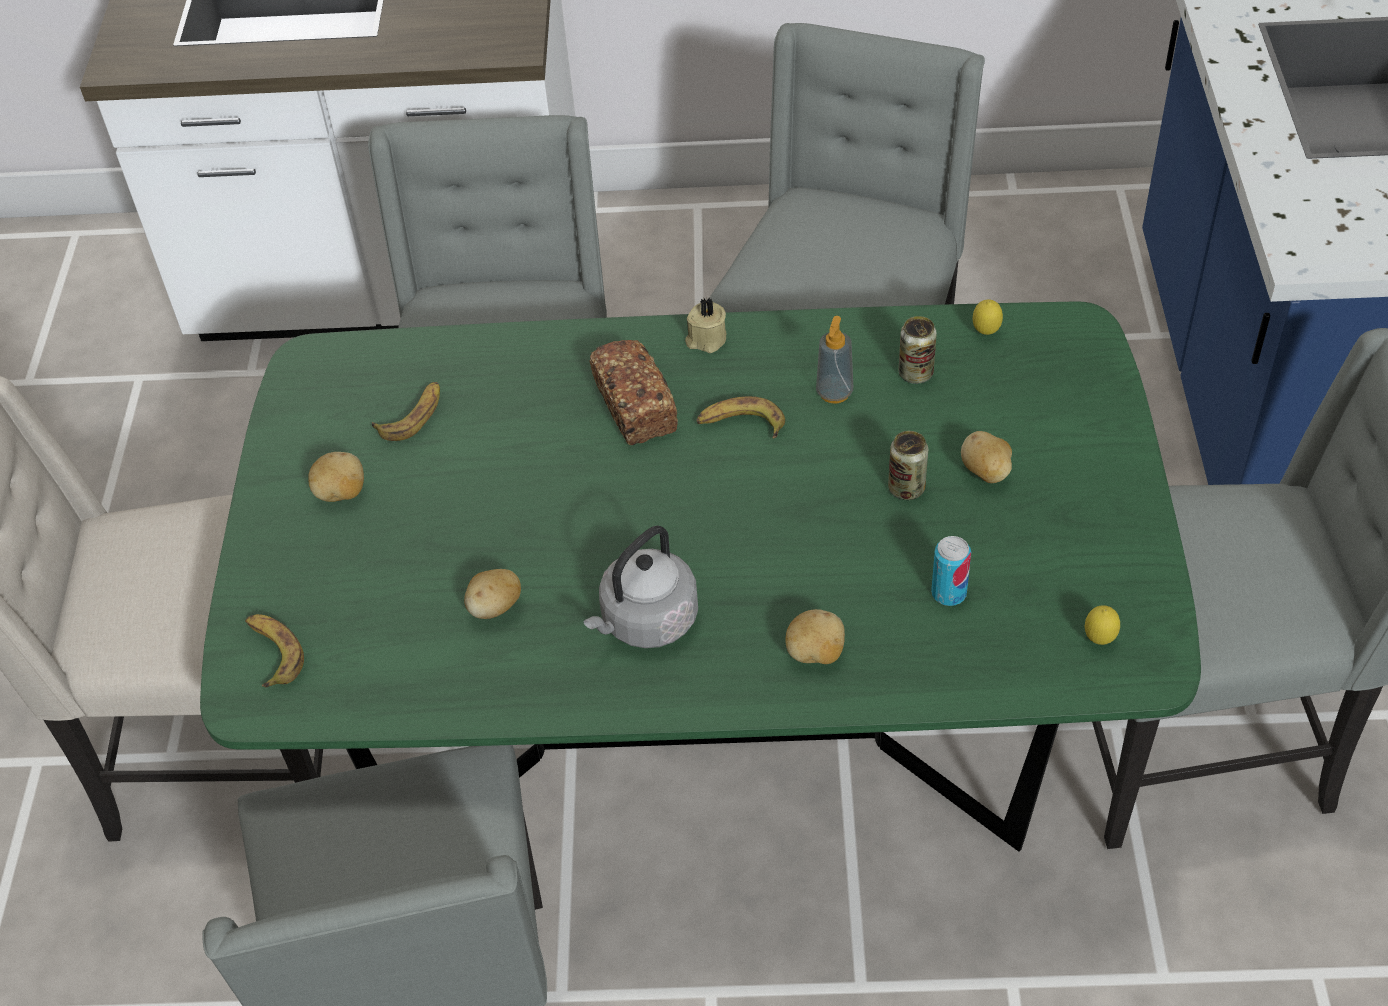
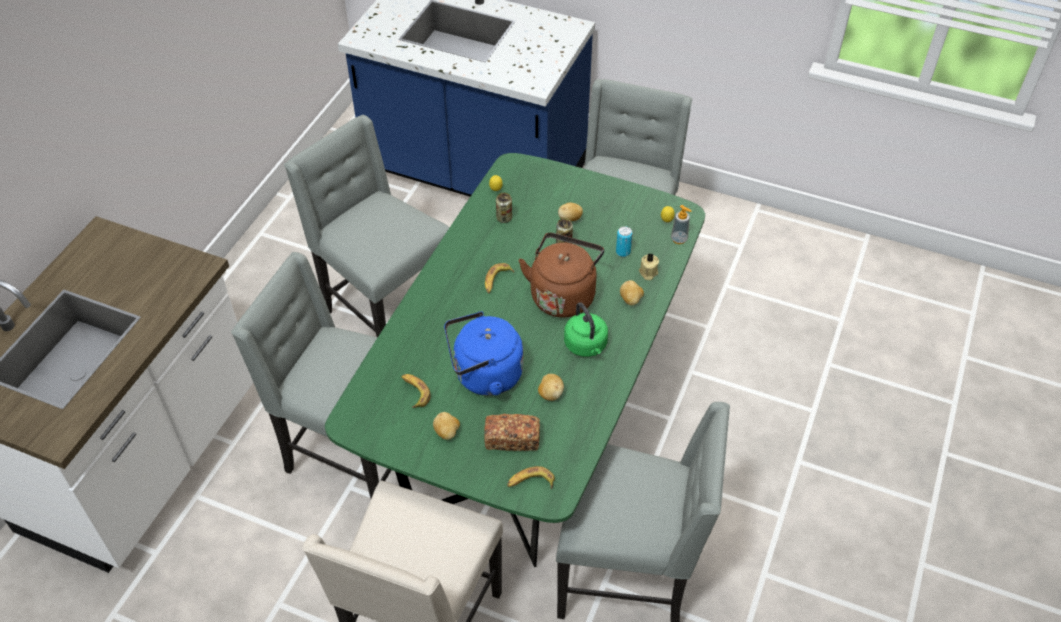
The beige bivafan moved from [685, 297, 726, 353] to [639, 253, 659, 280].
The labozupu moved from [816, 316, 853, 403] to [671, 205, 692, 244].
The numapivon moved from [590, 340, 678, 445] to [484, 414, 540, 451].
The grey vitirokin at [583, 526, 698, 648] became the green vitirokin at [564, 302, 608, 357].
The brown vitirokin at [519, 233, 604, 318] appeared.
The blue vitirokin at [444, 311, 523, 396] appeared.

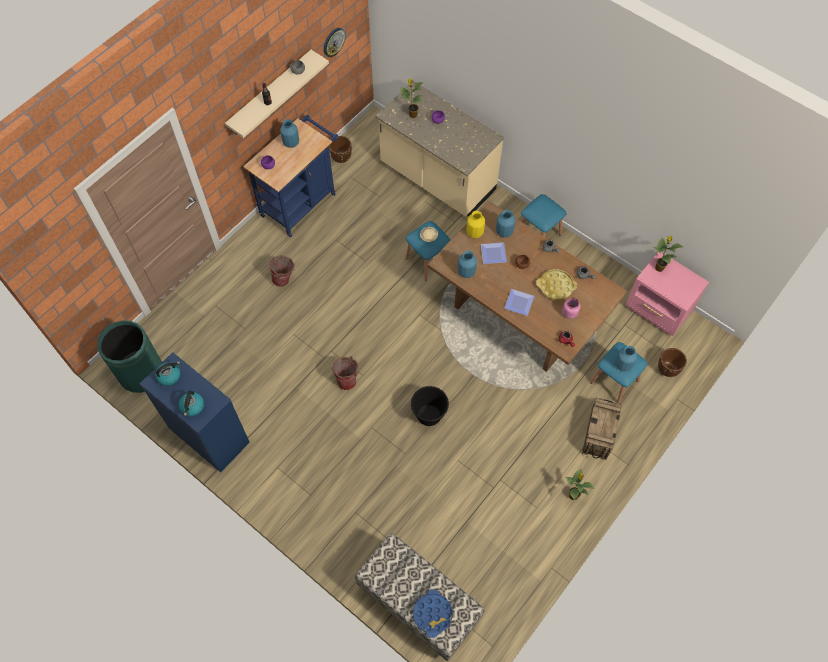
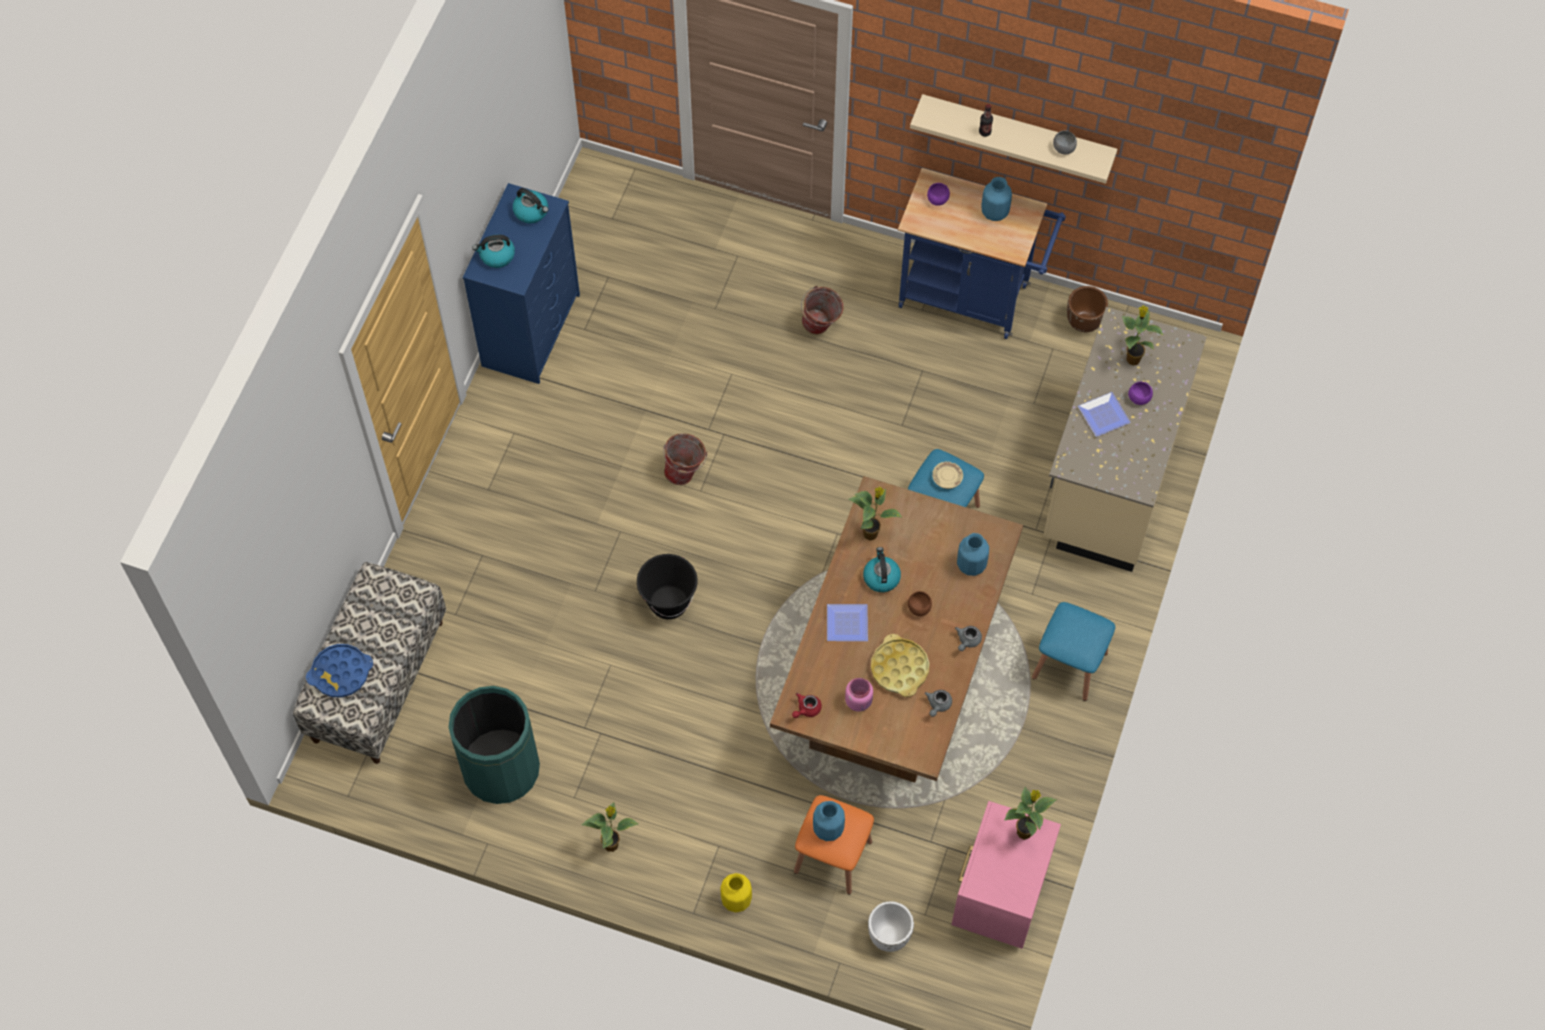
The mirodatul at [324, 28, 346, 57] disappeared.
The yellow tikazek moved from [466, 211, 485, 238] to [720, 873, 752, 912].
The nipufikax moved from [481, 242, 507, 264] to [1078, 392, 1131, 437].
The blue tikazek at [458, 251, 477, 278] was replaced by the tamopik at [848, 487, 903, 541].
The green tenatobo moved from [97, 320, 162, 393] to [448, 686, 540, 804].
The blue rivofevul at [590, 342, 648, 404] became the orange rivofevul at [794, 795, 874, 895].
The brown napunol at [658, 348, 687, 377] became the white napunol at [868, 901, 914, 952].
The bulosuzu at [582, 398, 622, 460] disappeared.
The vitirokin at [863, 547, 901, 592] appeared.

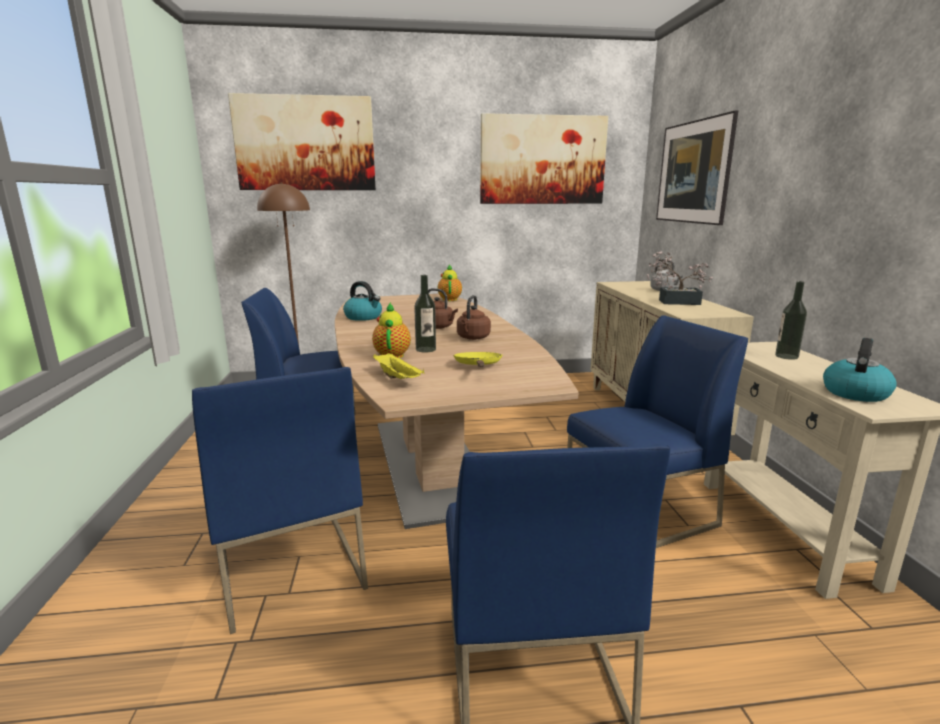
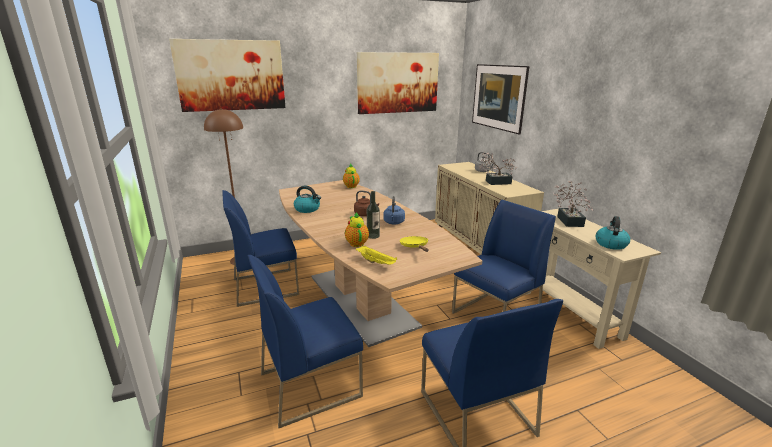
The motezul at [775, 281, 807, 360] was replaced by the tamopik at [553, 181, 593, 227].
The brown vitirokin at [457, 295, 491, 340] became the blue vitirokin at [384, 196, 405, 224].
The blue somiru at [192, 367, 368, 634] turned 105 degrees clockwise.

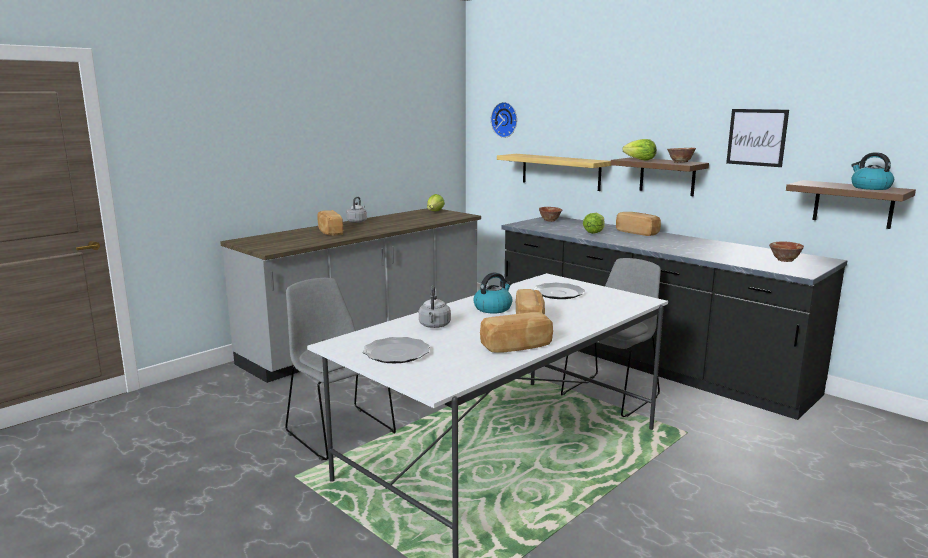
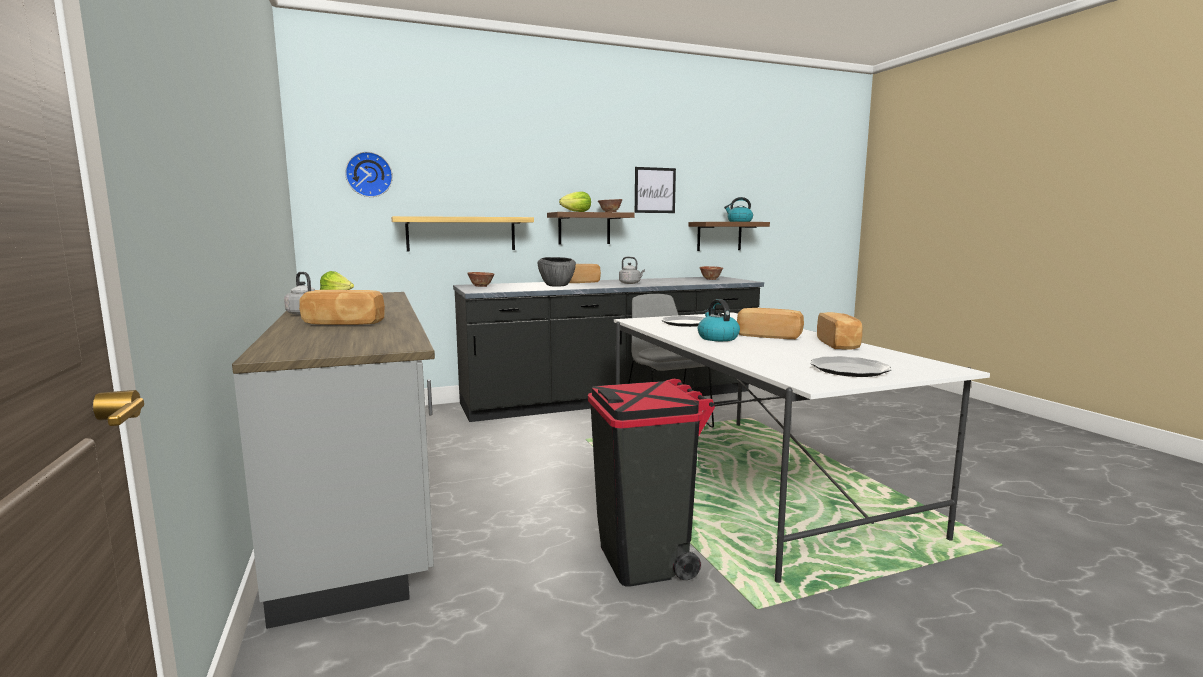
The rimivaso at [583, 213, 605, 234] was replaced by the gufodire at [537, 257, 576, 287].
The grey somiru at [285, 278, 396, 460] was replaced by the black tenatobo at [588, 379, 715, 587].
The grey vitirokin moved from [419, 286, 451, 328] to [619, 257, 645, 284].

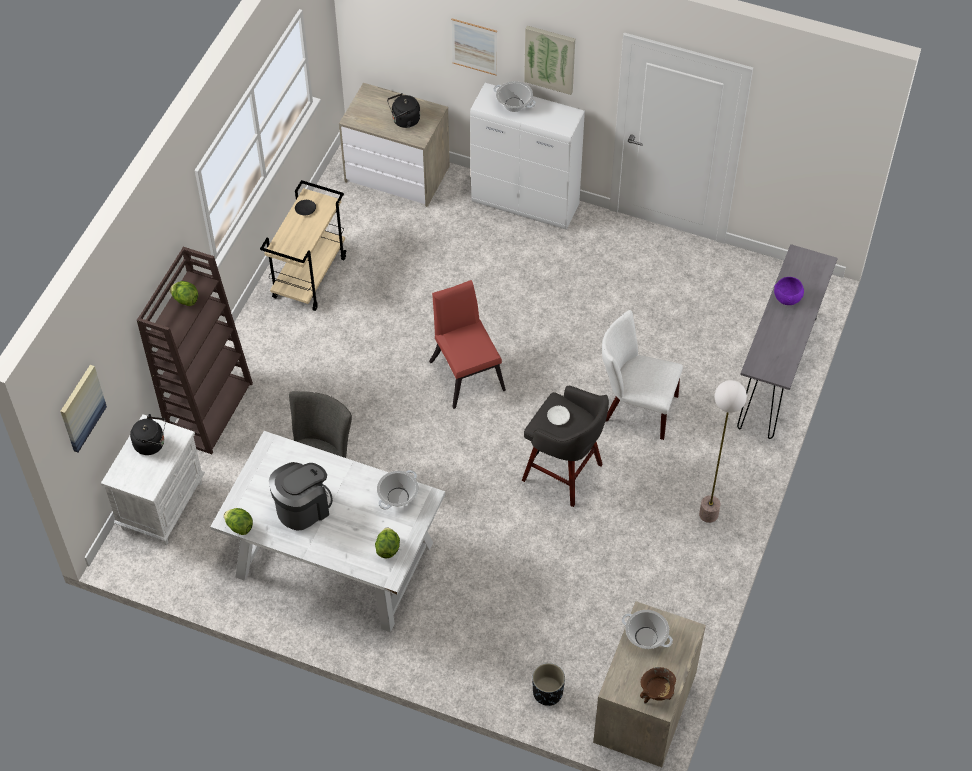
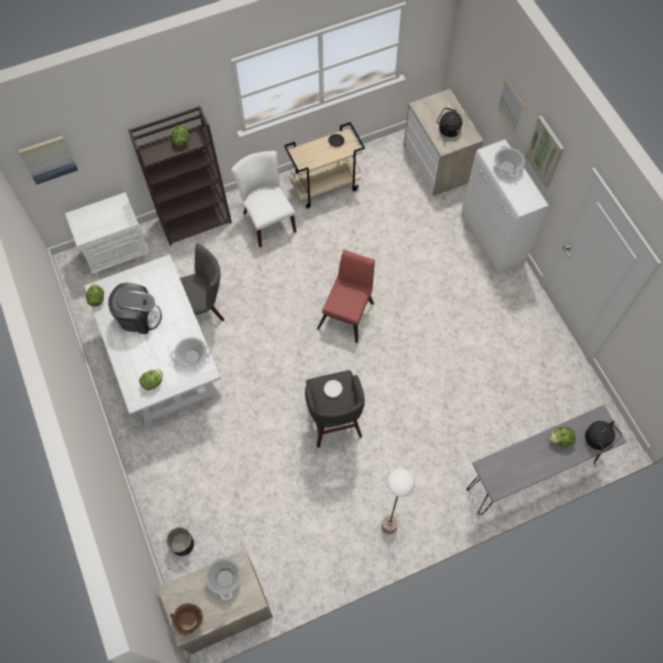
The purple gufodire at [774, 277, 804, 305] was replaced by the rimivaso at [549, 427, 576, 446].
The white somiru moved from [602, 310, 683, 440] to [231, 151, 296, 247].
The black vitirokin moved from [130, 414, 166, 455] to [585, 421, 622, 451].

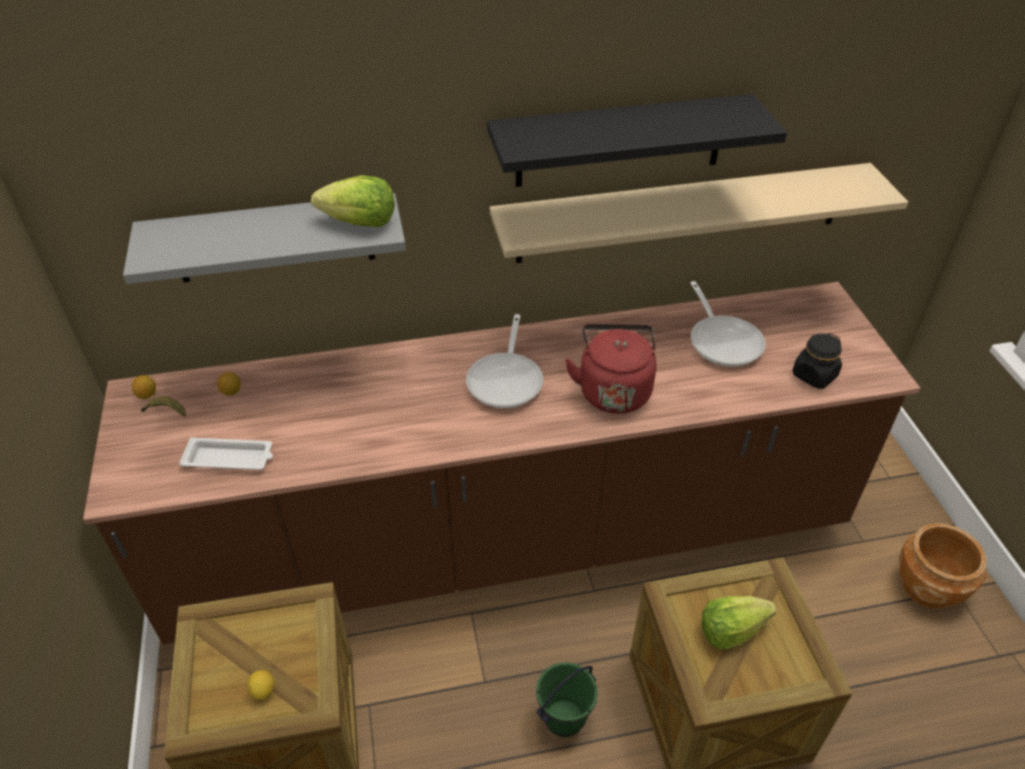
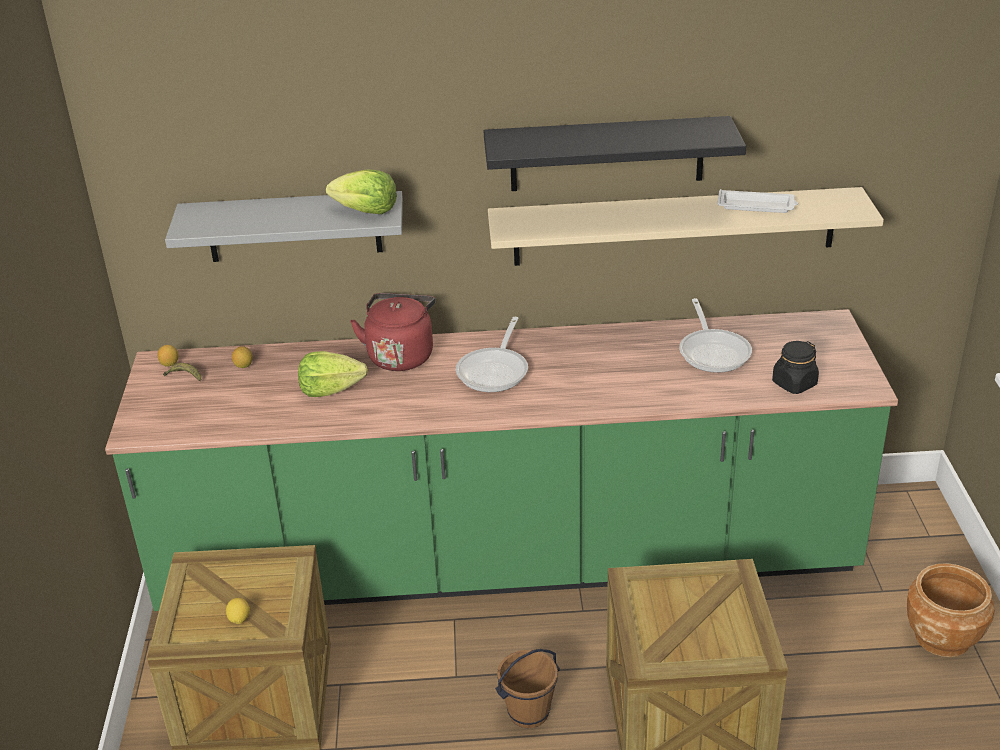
The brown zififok at [83, 282, 920, 645] became the green zififok at [105, 309, 898, 611].
The red vitirokin moved from [565, 324, 657, 414] to [350, 293, 435, 371].
The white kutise moved from [179, 437, 273, 470] to [717, 189, 798, 213].
The rimivaso moved from [702, 596, 776, 649] to [298, 351, 368, 397].
The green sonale at [536, 662, 598, 737] became the brown sonale at [495, 649, 560, 728].

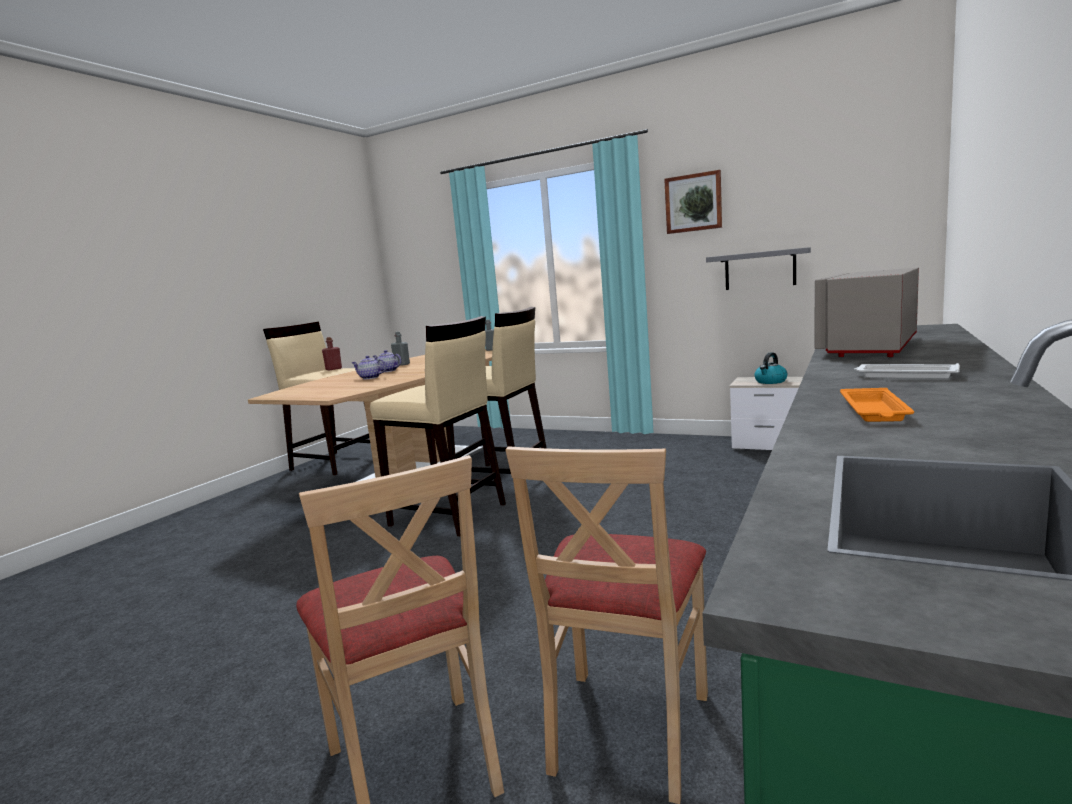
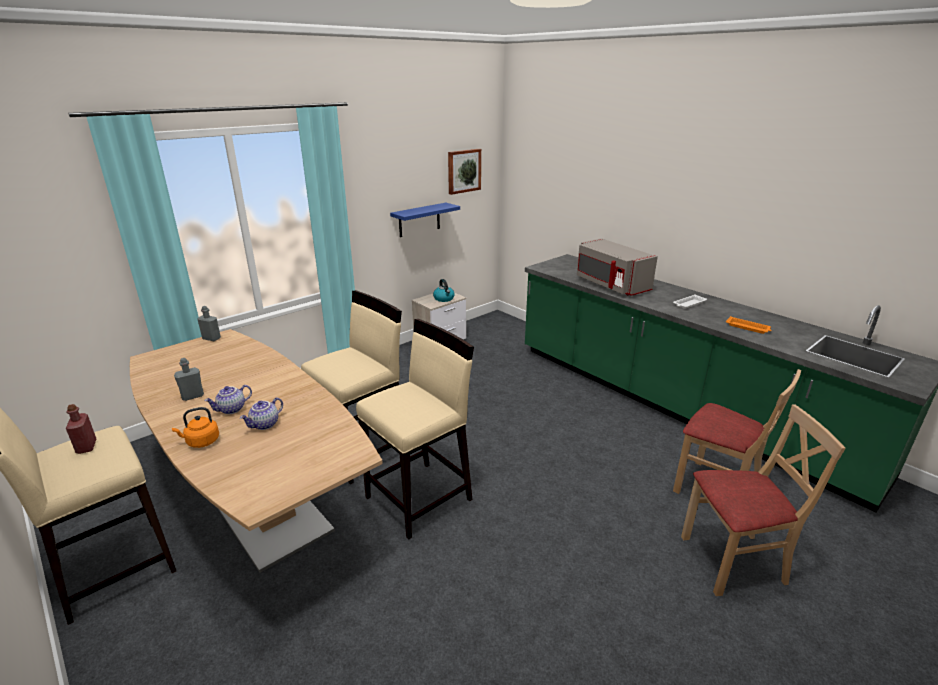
The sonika moved from [664, 170, 722, 234] to [448, 149, 481, 195].
The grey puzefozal at [706, 247, 811, 290] became the blue puzefozal at [390, 203, 460, 237].
The orange vitirokin at [172, 407, 219, 448] appeared.

